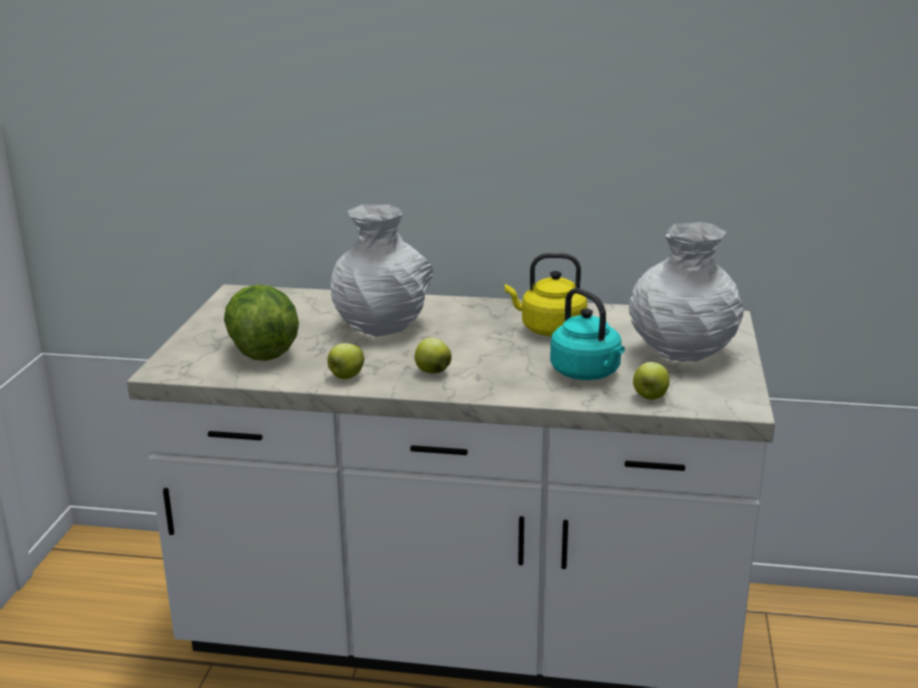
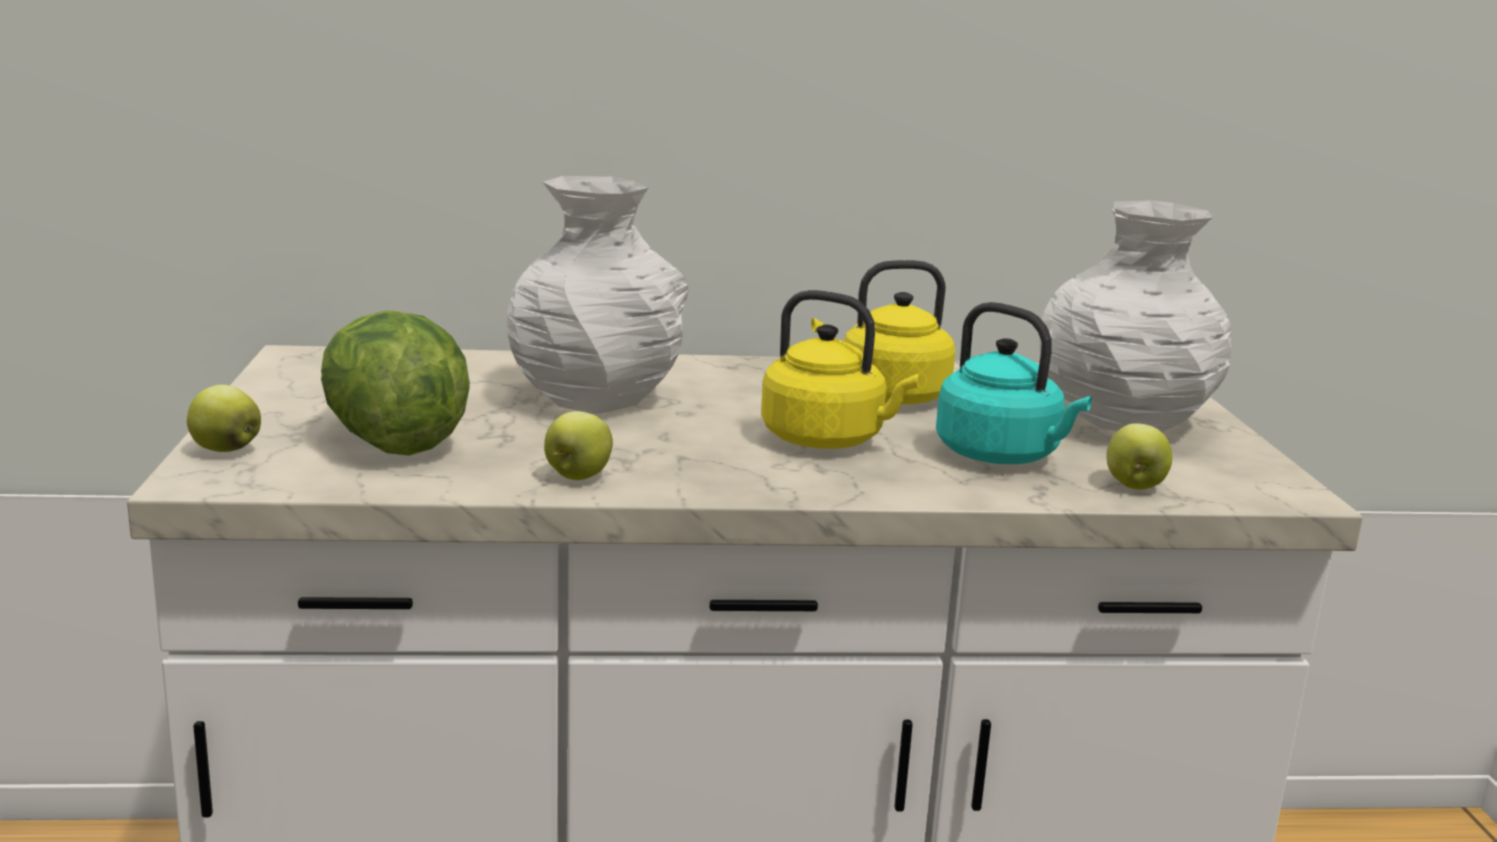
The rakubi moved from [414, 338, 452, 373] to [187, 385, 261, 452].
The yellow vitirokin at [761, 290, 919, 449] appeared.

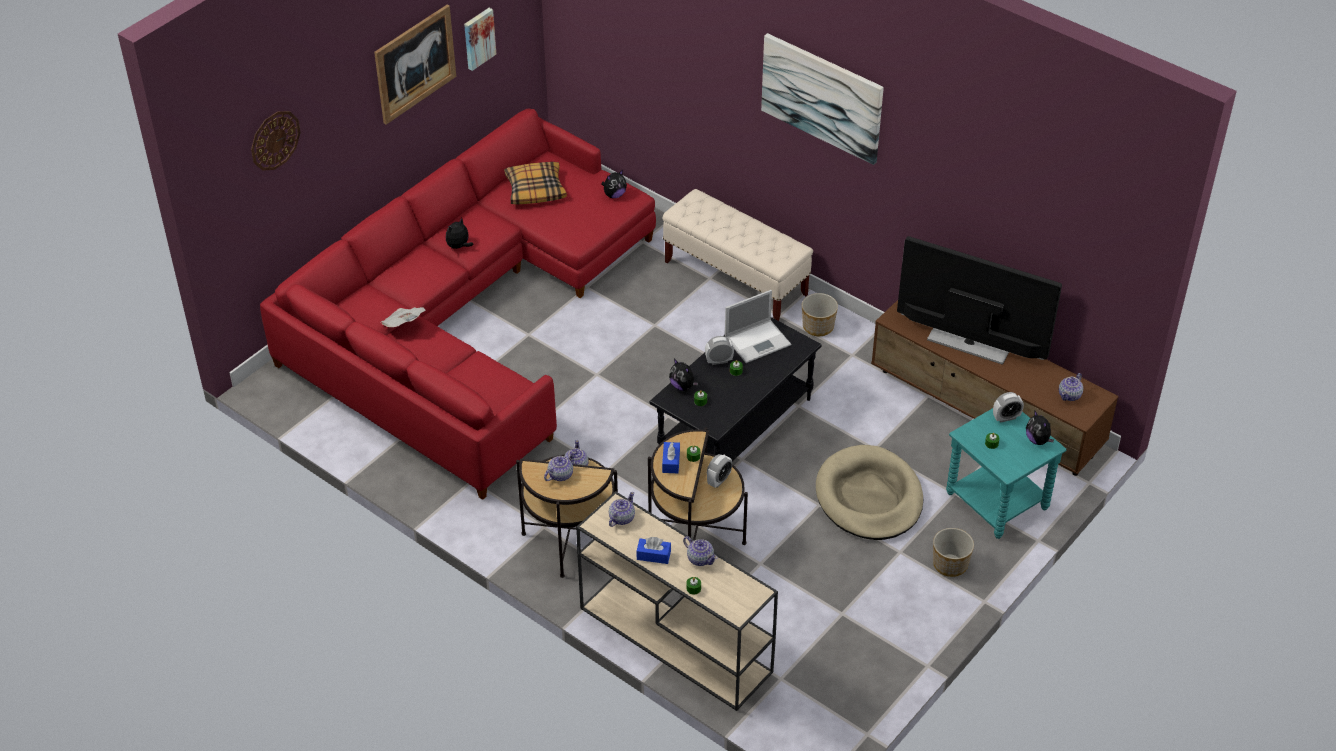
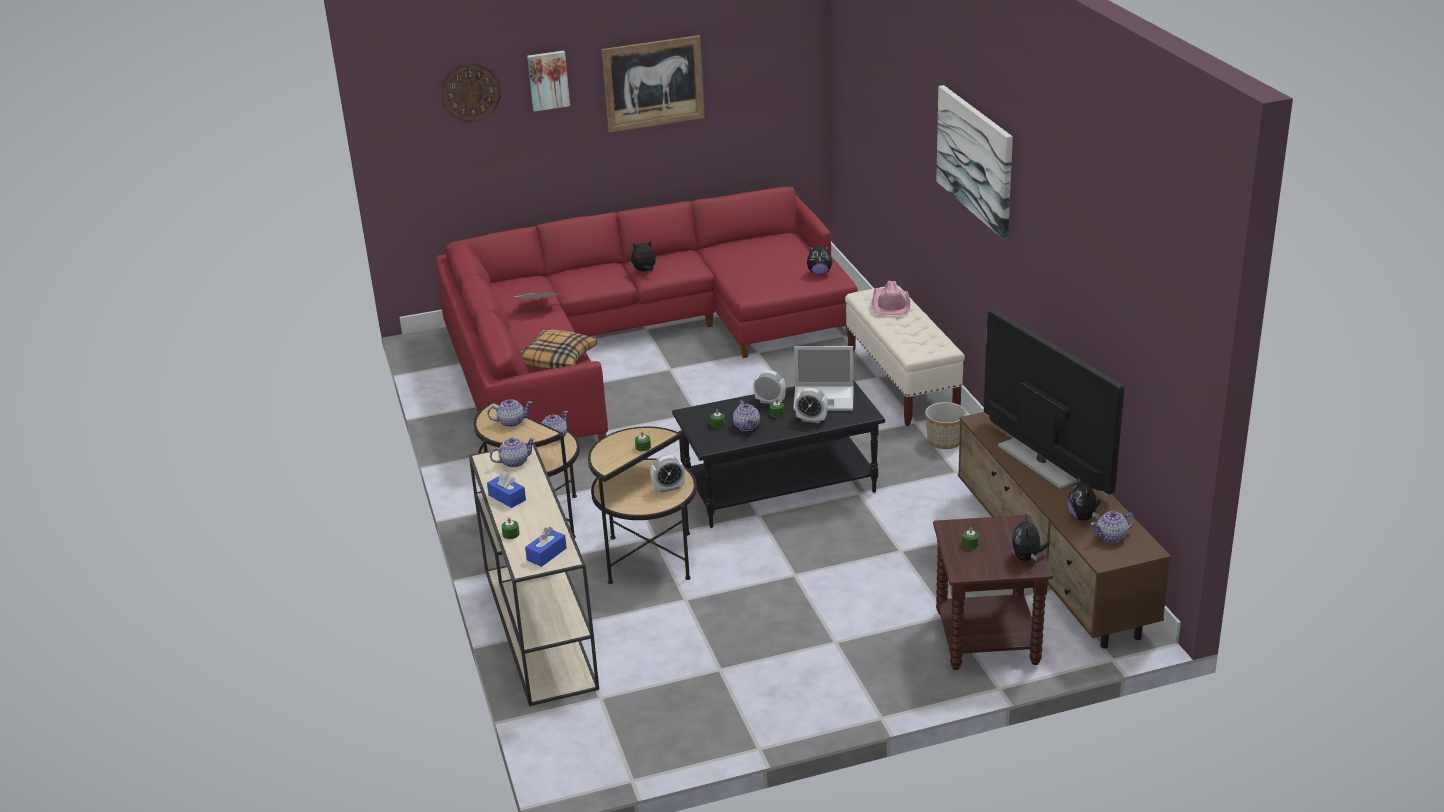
The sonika moved from [464, 8, 496, 71] to [527, 51, 570, 112].
The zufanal moved from [504, 162, 567, 205] to [521, 330, 597, 369].
The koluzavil moved from [669, 359, 698, 391] to [1067, 476, 1101, 521].
The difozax moved from [993, 392, 1024, 423] to [795, 388, 828, 423].
The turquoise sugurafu at [946, 408, 1066, 539] became the brown sugurafu at [933, 515, 1053, 670].
The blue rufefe moved from [662, 441, 680, 473] to [525, 527, 567, 567].
The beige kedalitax at [816, 445, 923, 540] disappeared.
The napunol at [933, 528, 974, 577] disappeared.
The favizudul moved from [683, 536, 718, 566] to [733, 400, 760, 431].
The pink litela at [872, 281, 910, 315] appeared.

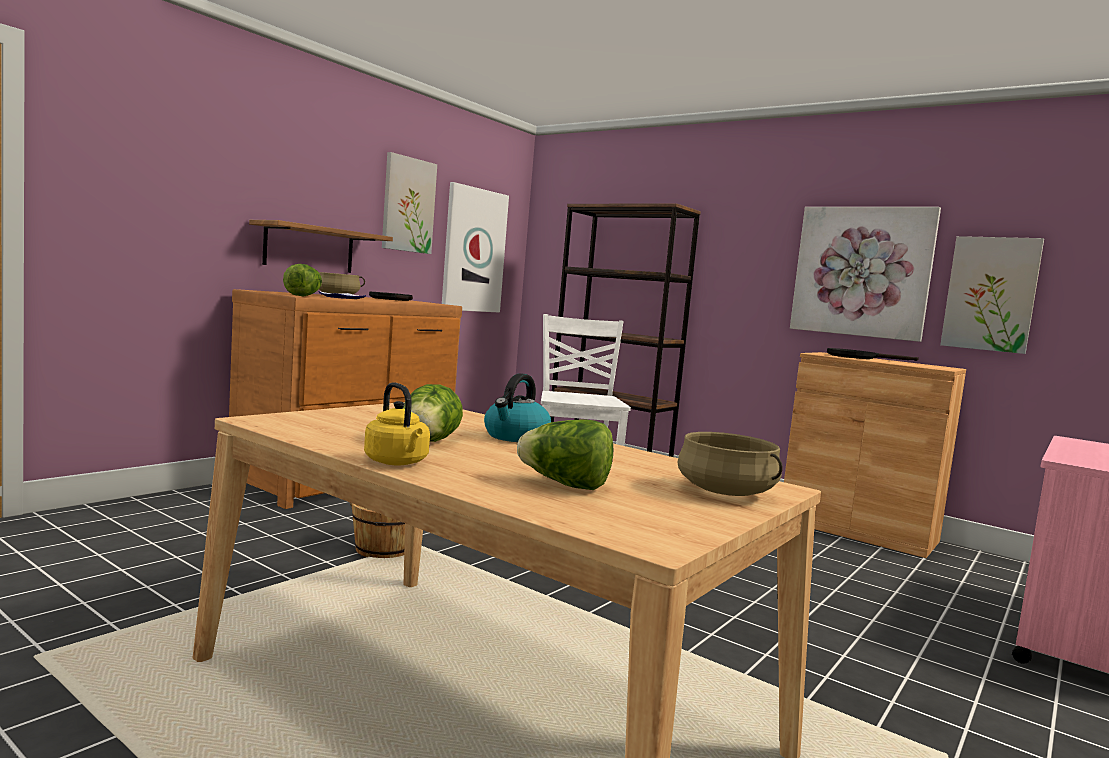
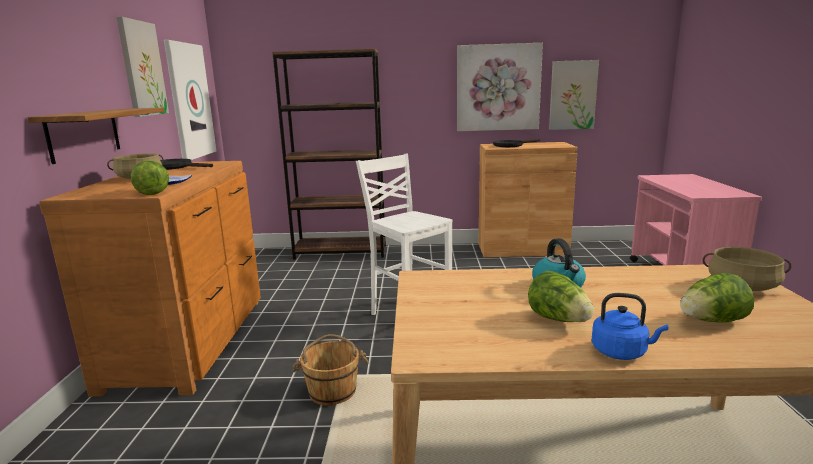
The yellow vitirokin at [364, 382, 430, 466] became the blue vitirokin at [592, 293, 668, 360].

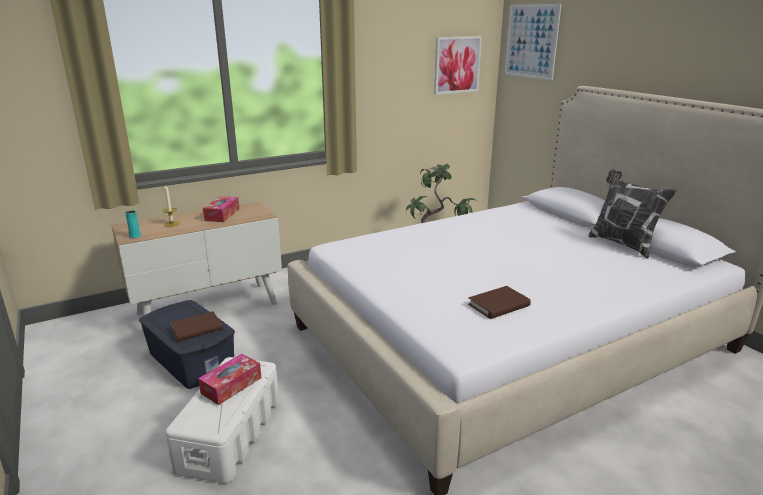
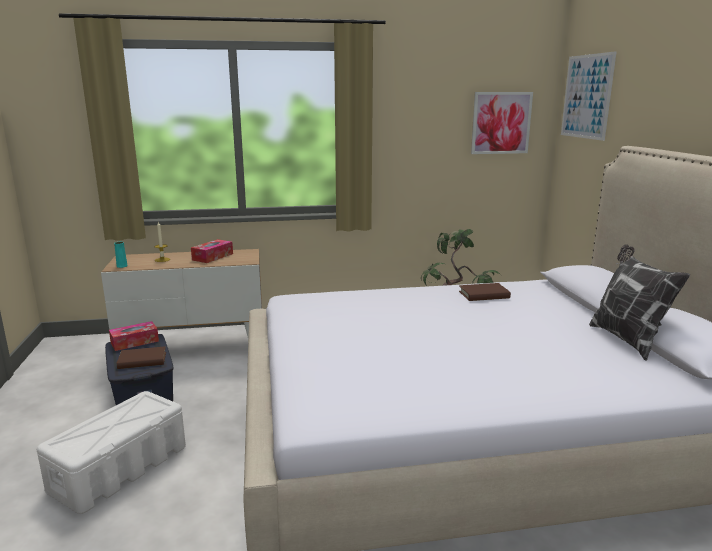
The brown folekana moved from [468, 286, 531, 319] to [459, 283, 511, 301].
The rufefe moved from [198, 354, 261, 405] to [109, 321, 159, 351].

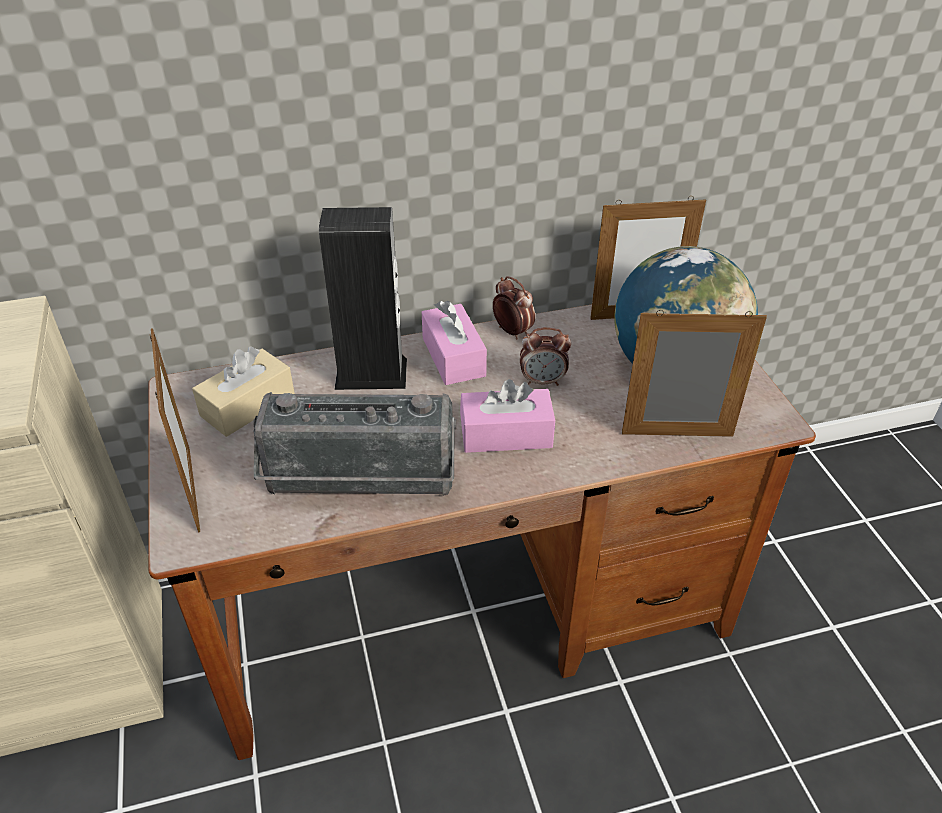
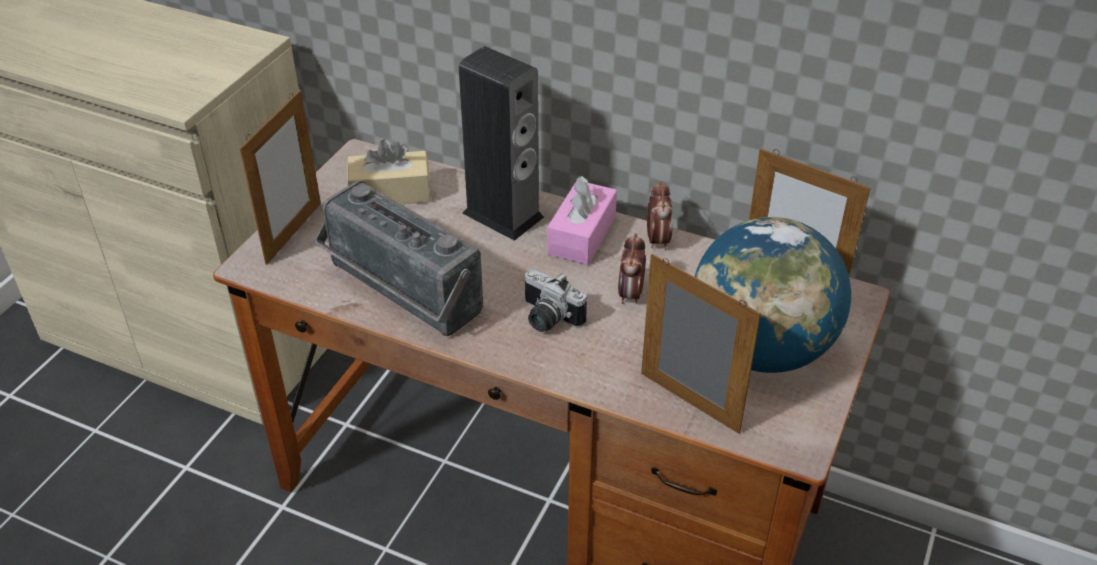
The difozax at [520, 327, 571, 386] turned 60 degrees clockwise.
The pink rufefe at [460, 379, 555, 453] was replaced by the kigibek at [523, 269, 587, 332].

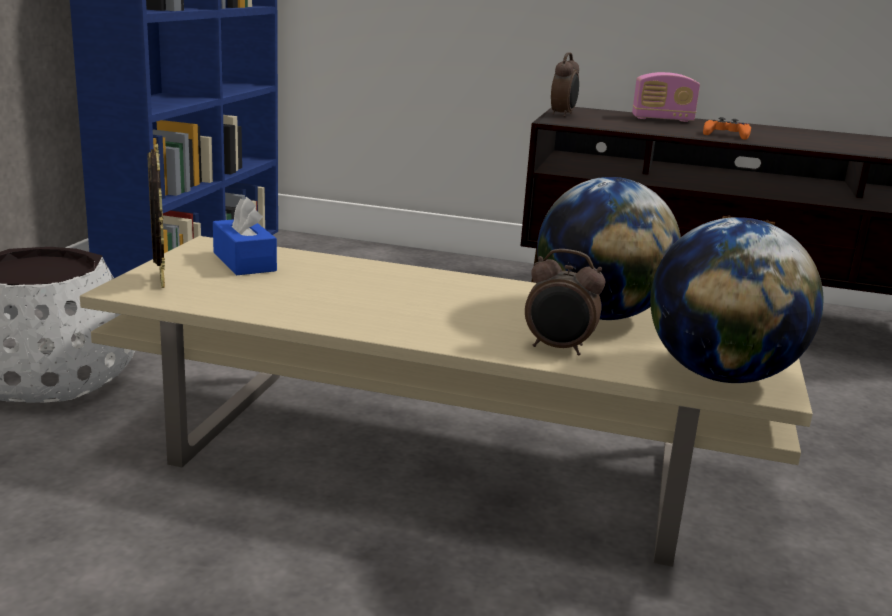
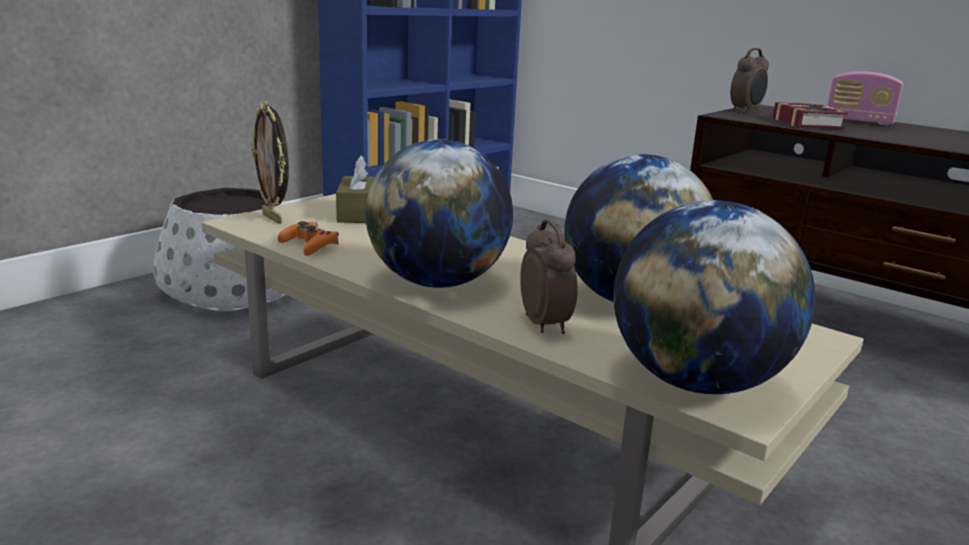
The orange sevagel moved from [703, 117, 751, 140] to [278, 221, 339, 256].
The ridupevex at [147, 144, 165, 288] turned 135 degrees clockwise.
The blue rufefe at [213, 197, 277, 275] became the brown rufefe at [336, 156, 375, 223].
The difozax at [525, 249, 605, 355] turned 150 degrees counterclockwise.
The folekana at [772, 102, 848, 129] appeared.
The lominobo at [365, 139, 513, 288] appeared.

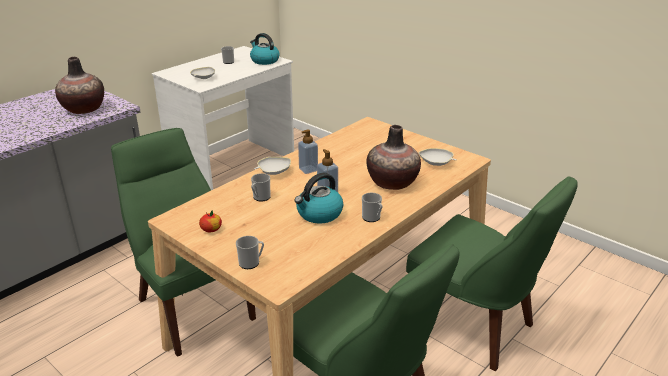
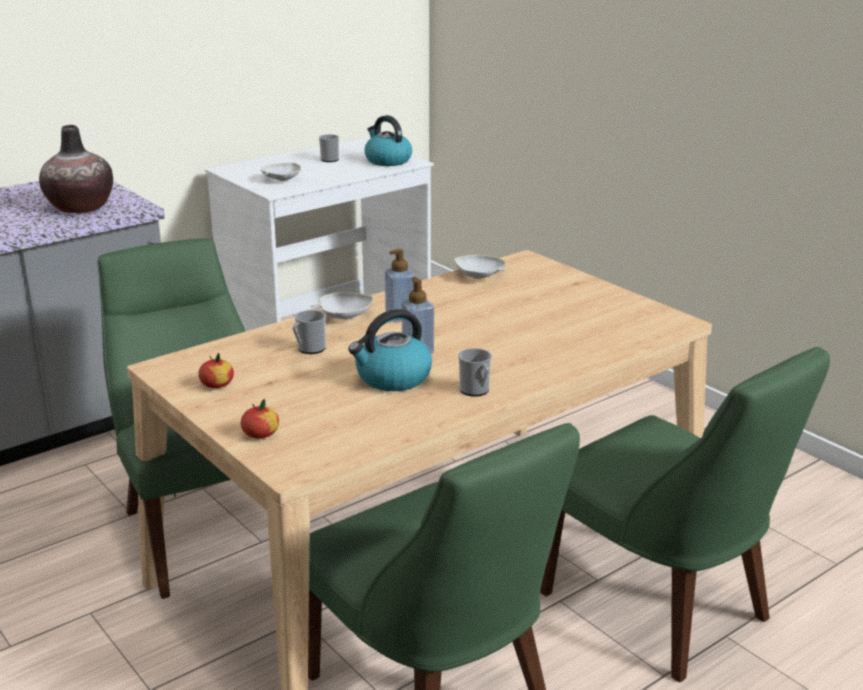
The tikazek at [366, 125, 421, 190] disappeared.
The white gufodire moved from [419, 148, 457, 166] to [454, 255, 506, 279].
The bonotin at [236, 236, 264, 269] was replaced by the rakubi at [241, 399, 279, 439].

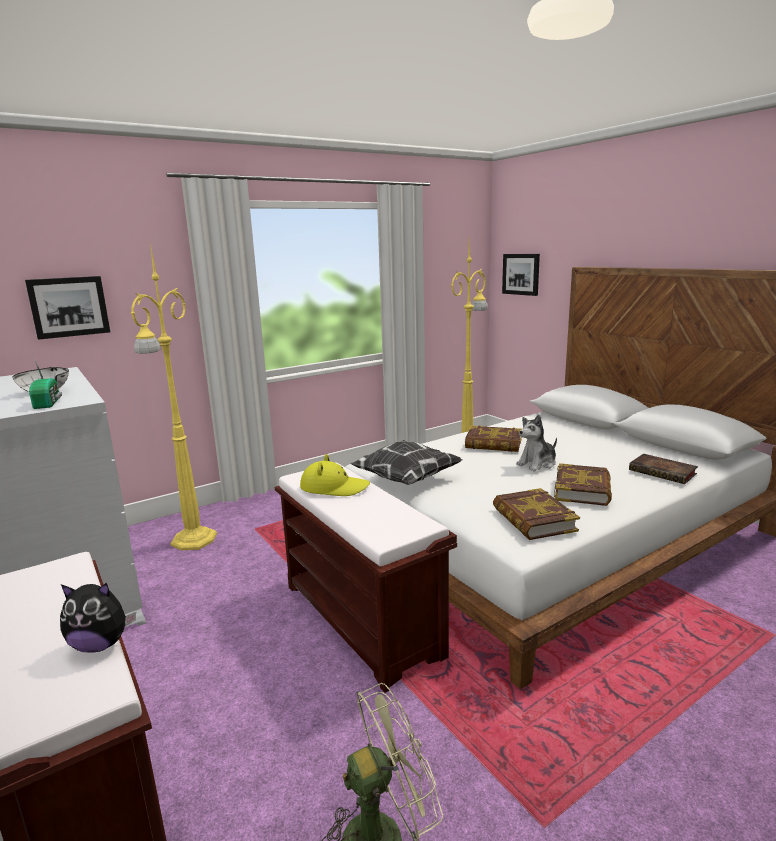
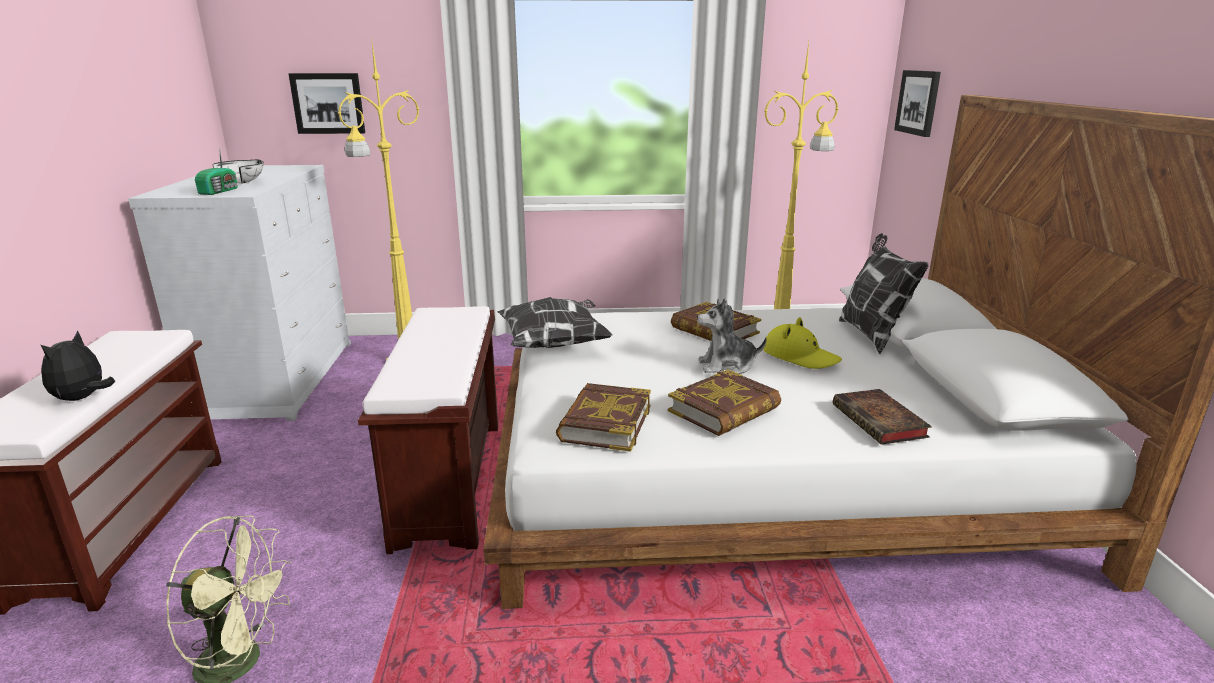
The yellow litela moved from [300, 454, 370, 496] to [763, 317, 842, 369].
The koluzavil at [60, 583, 136, 653] turned 75 degrees clockwise.
The zufanal at [839, 233, 928, 354] appeared.

